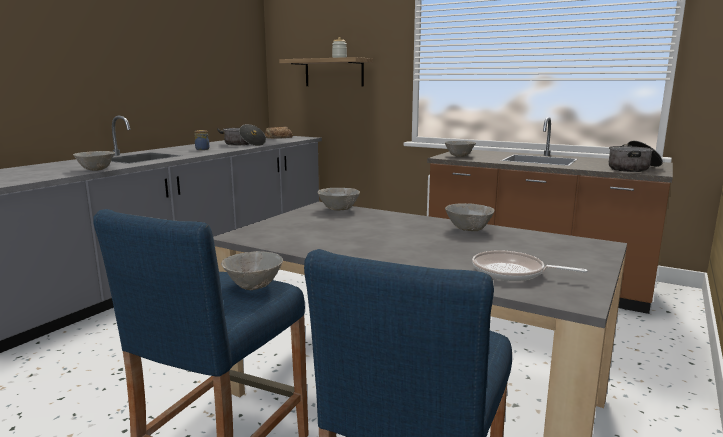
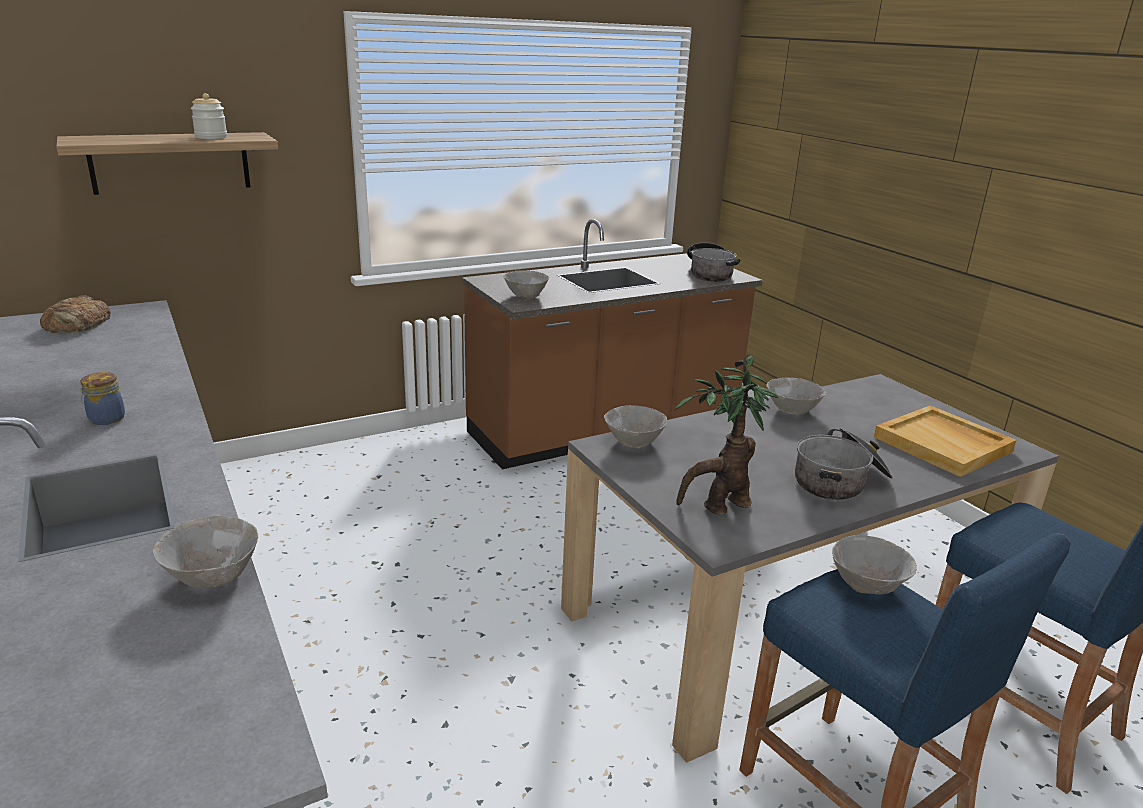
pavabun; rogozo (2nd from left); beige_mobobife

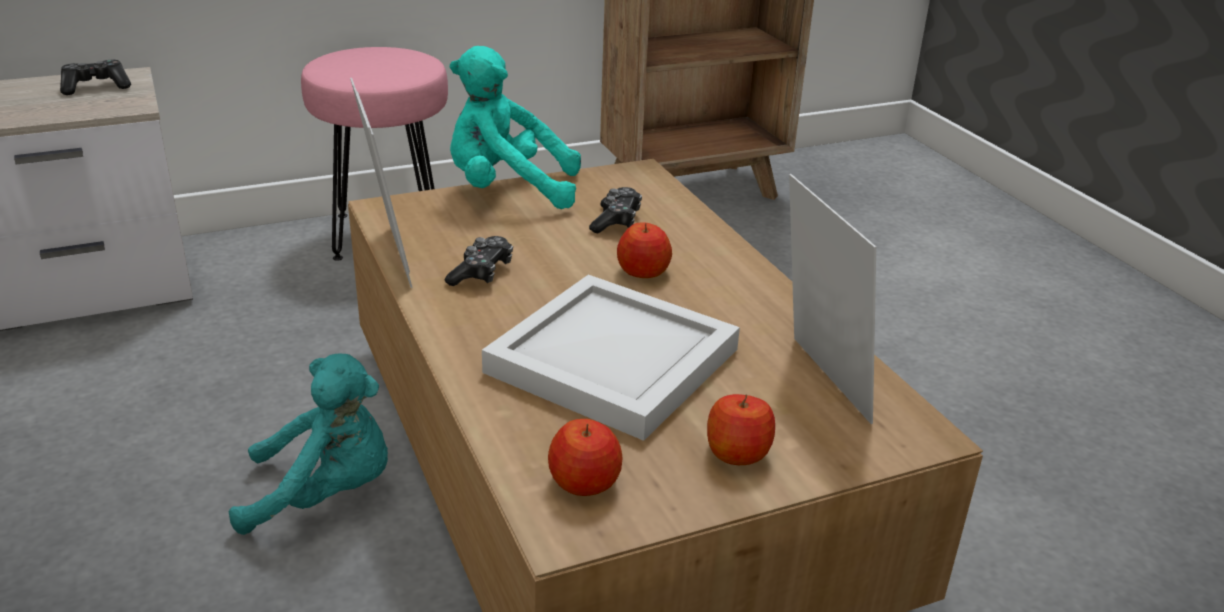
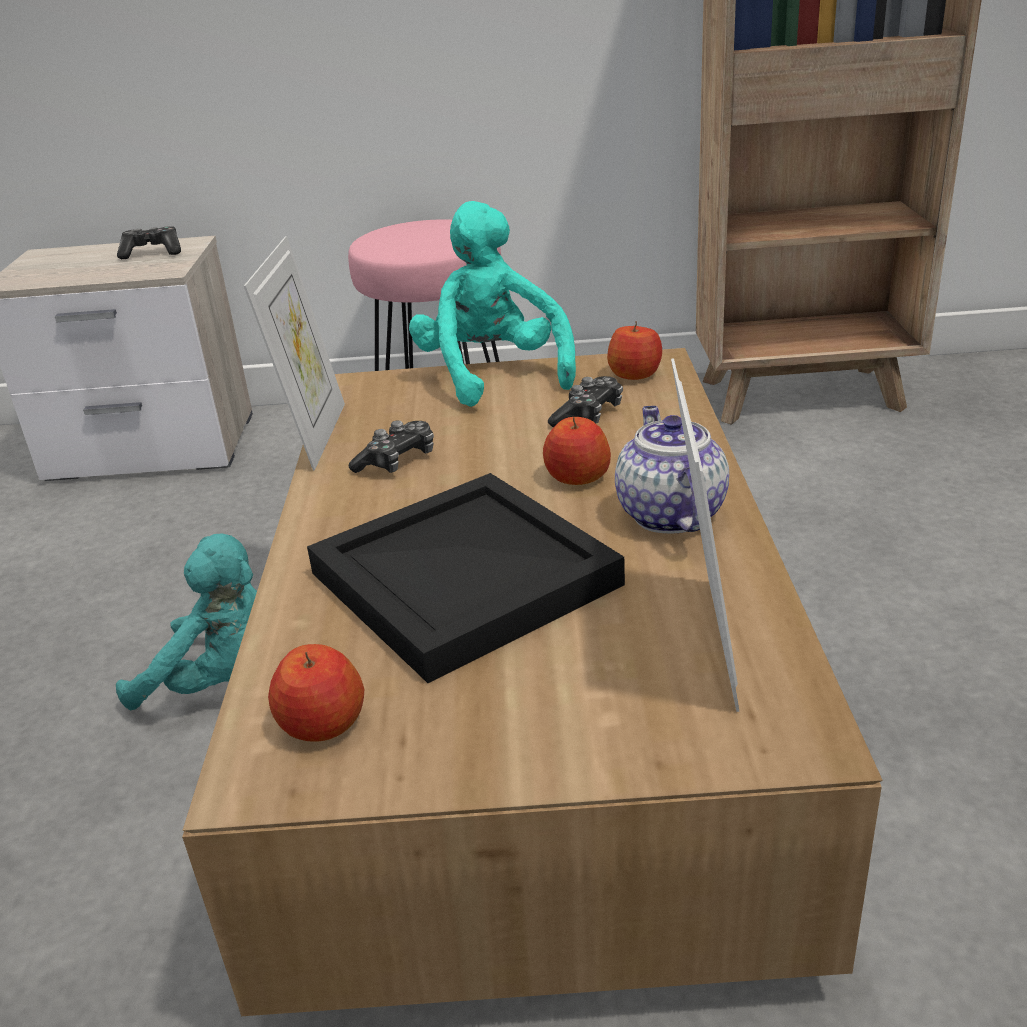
black_mobobife; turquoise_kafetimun (2nd from left); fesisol (3rd from left); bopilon

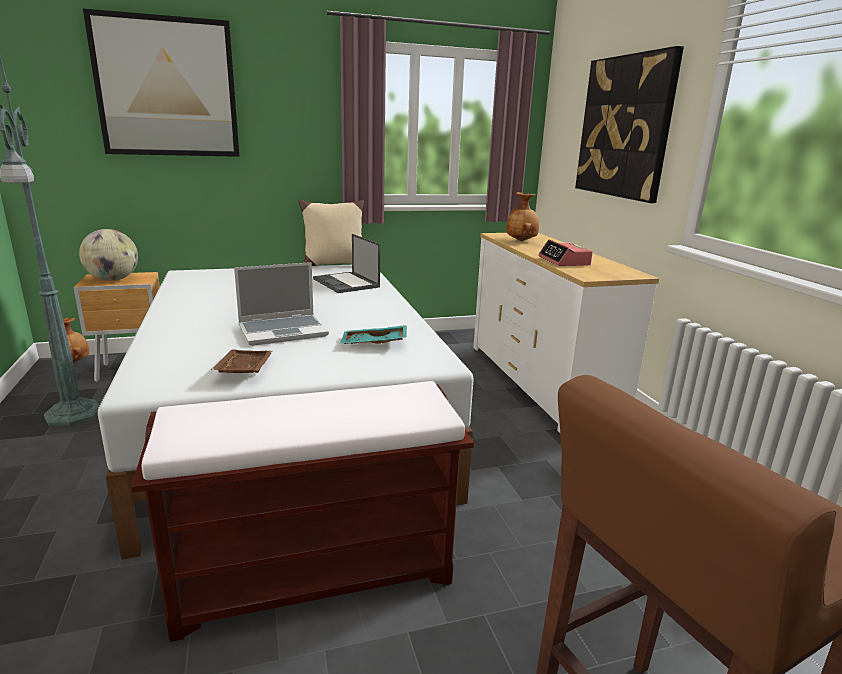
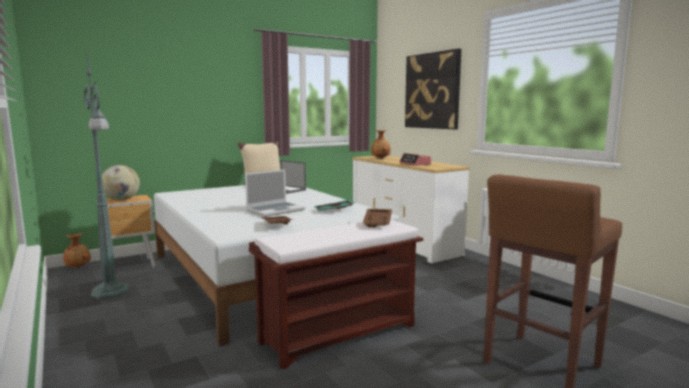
brown_mobobife (2nd from left); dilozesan (1st from left in the first image)

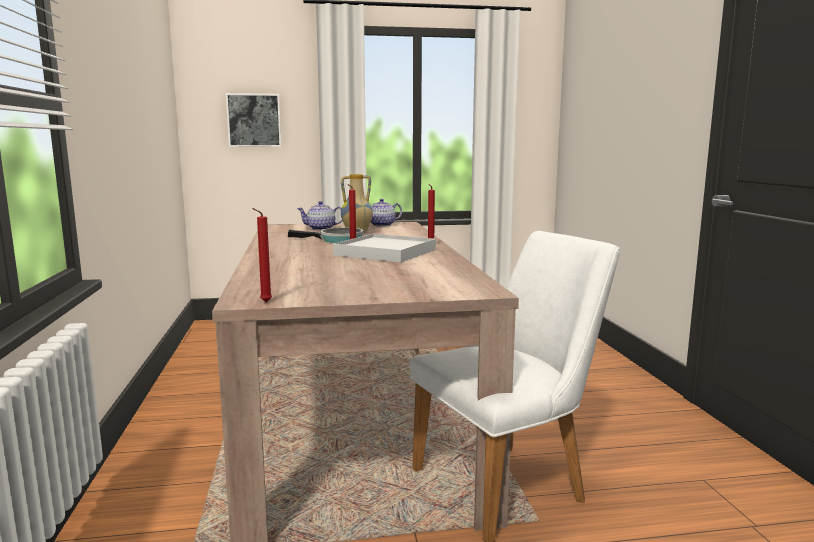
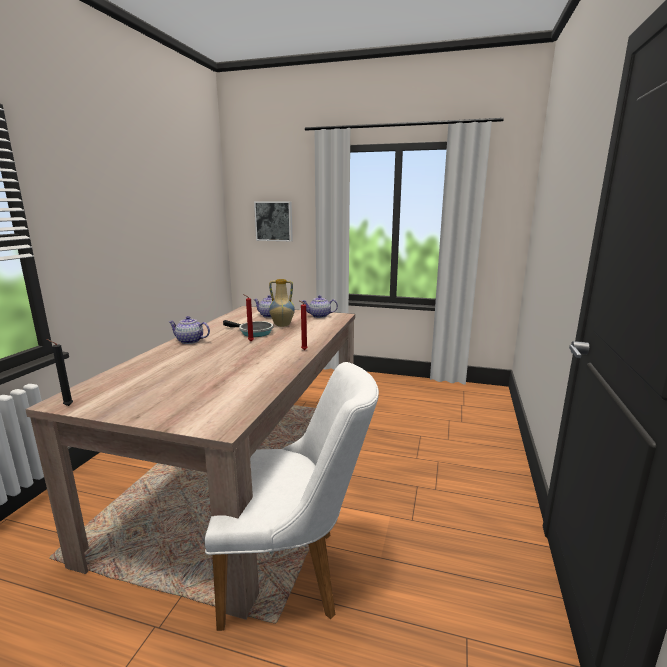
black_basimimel; bopilon (1st from left); white_mobobife

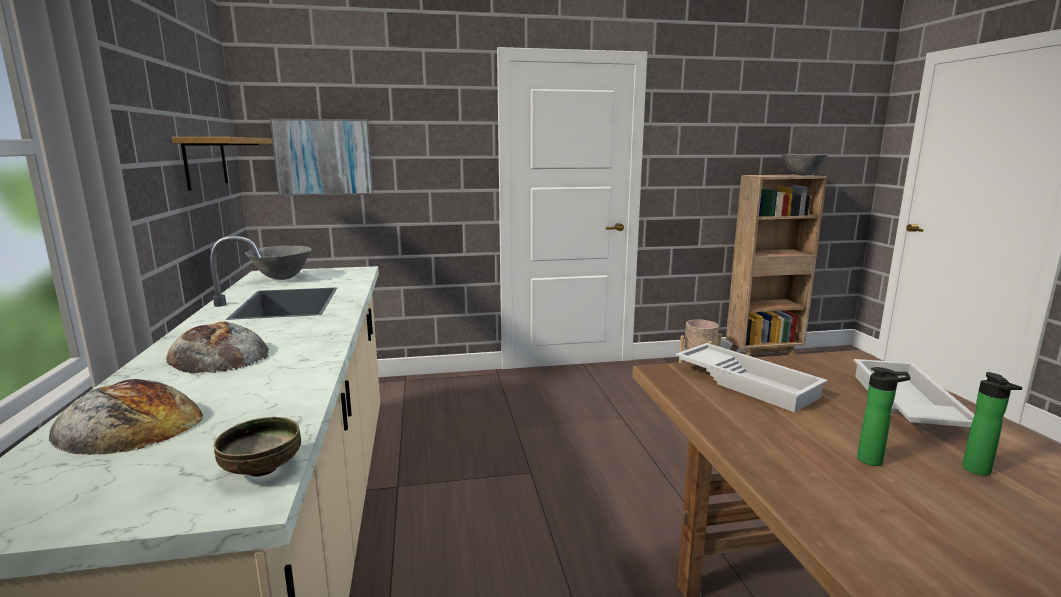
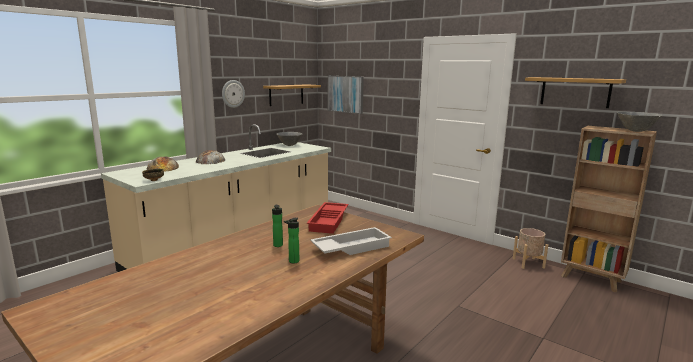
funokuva; red_mobobife; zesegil (2nd from left)

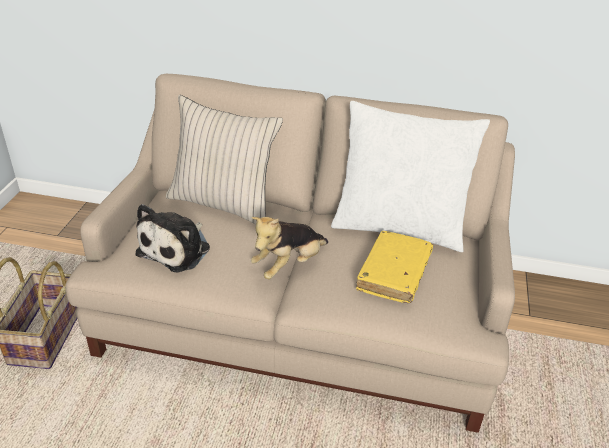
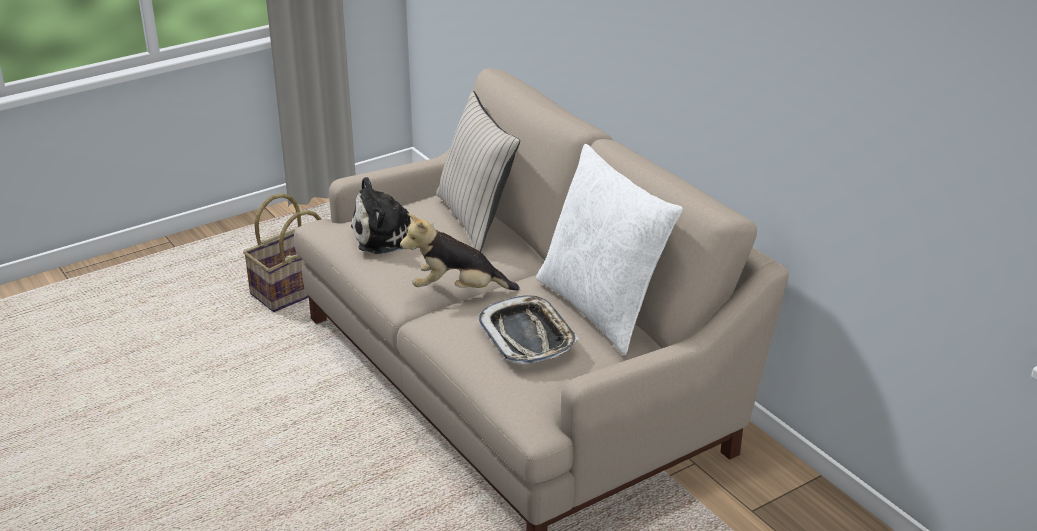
mobobife

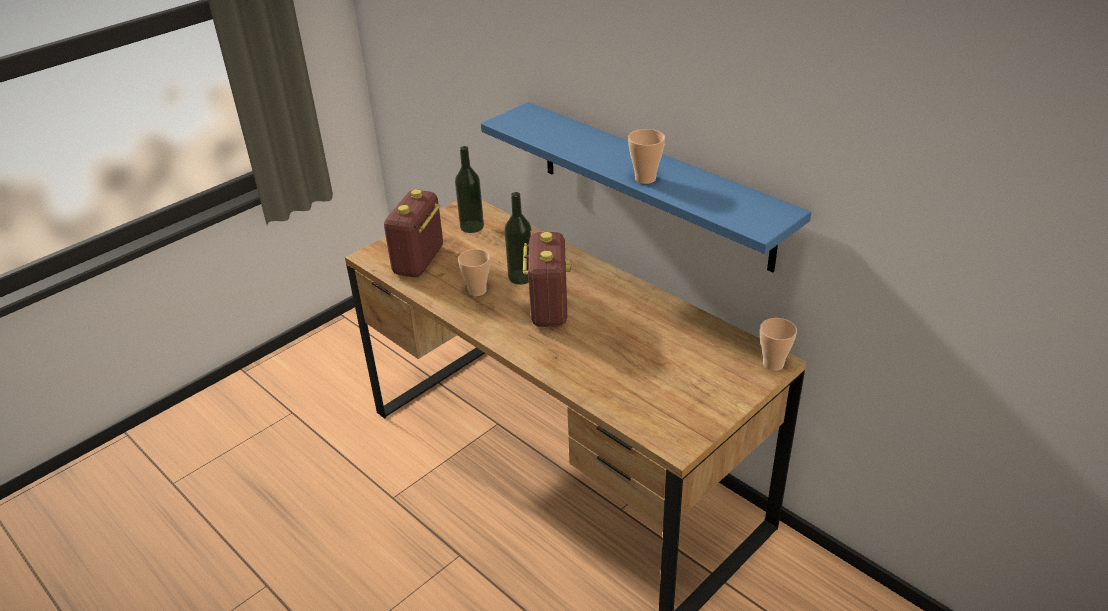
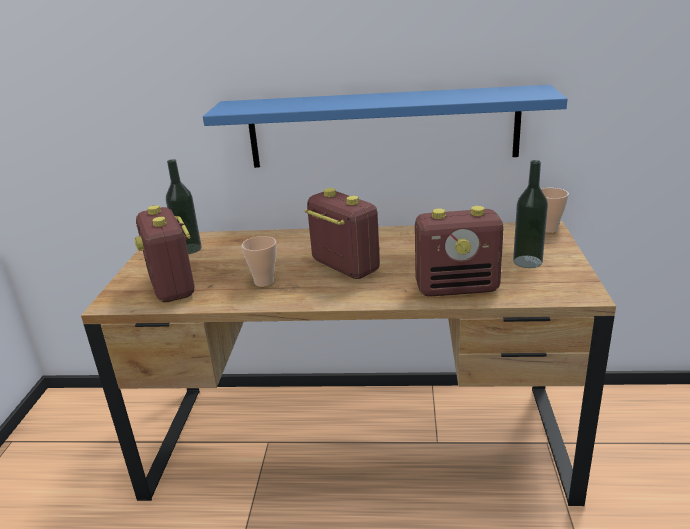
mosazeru (3rd from left); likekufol (2nd from left); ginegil (2nd from left in the first image)

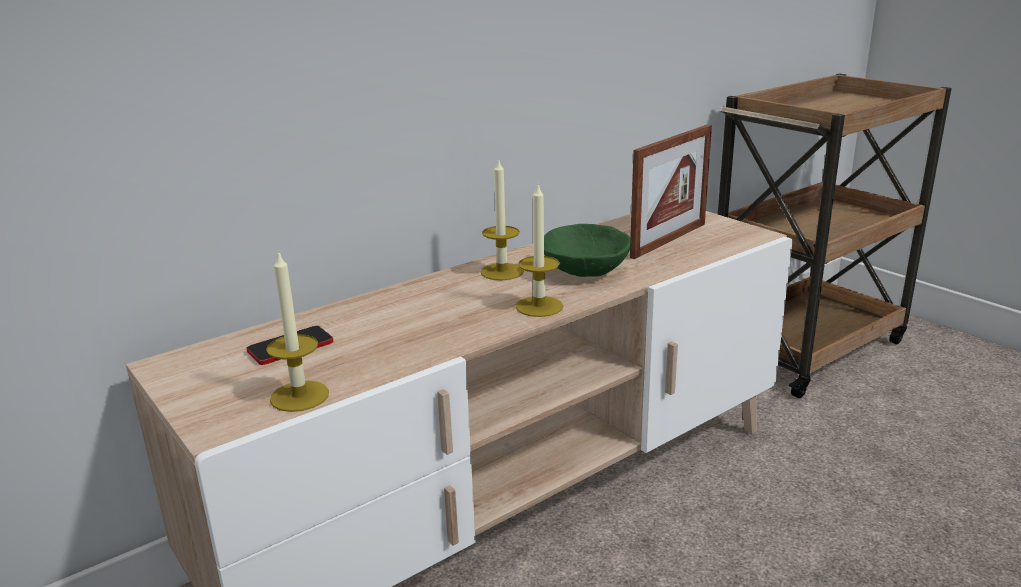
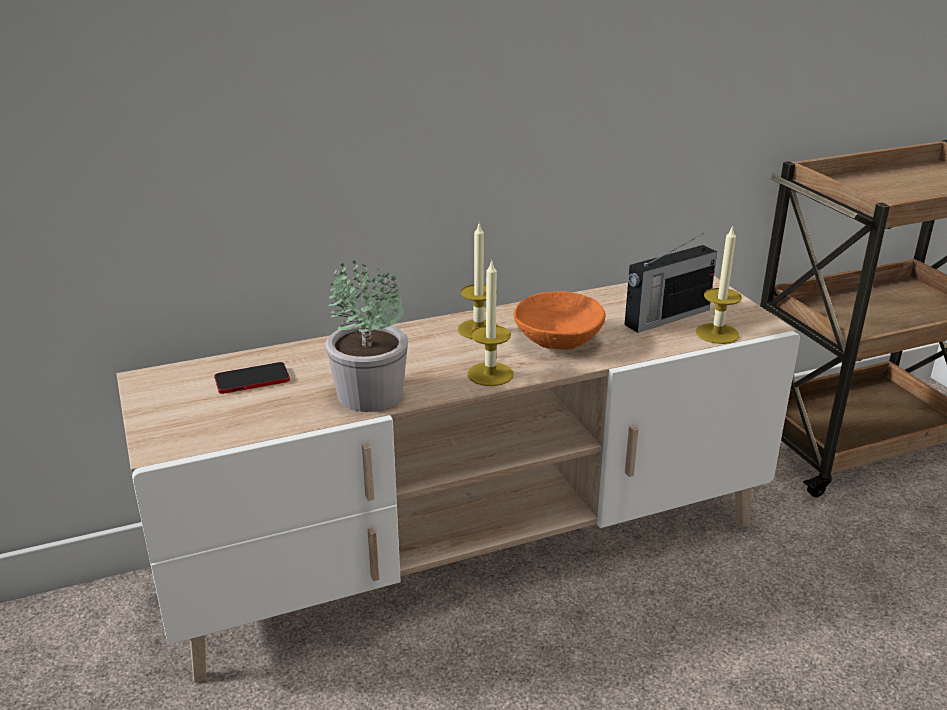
pavabun; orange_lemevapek; mosazeru; basimimel (3rd from left)

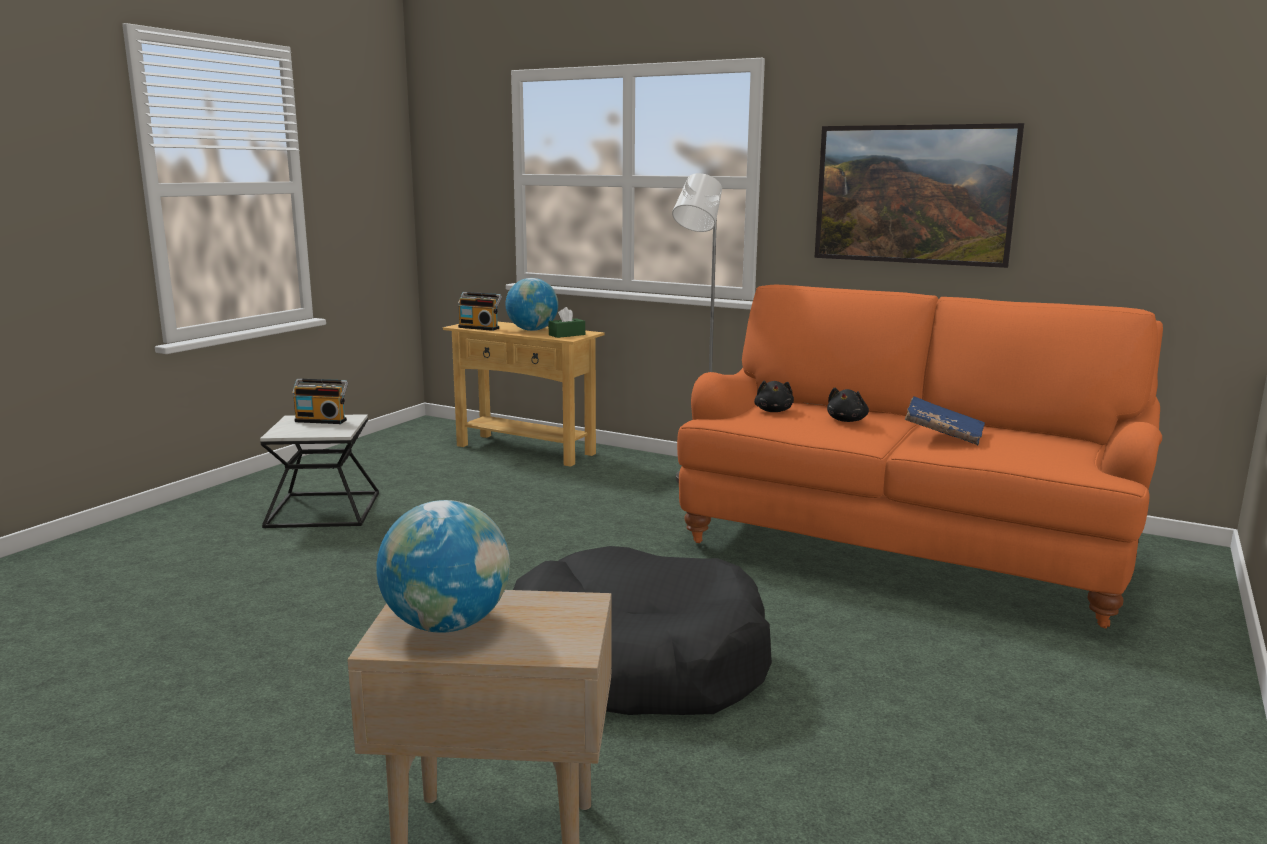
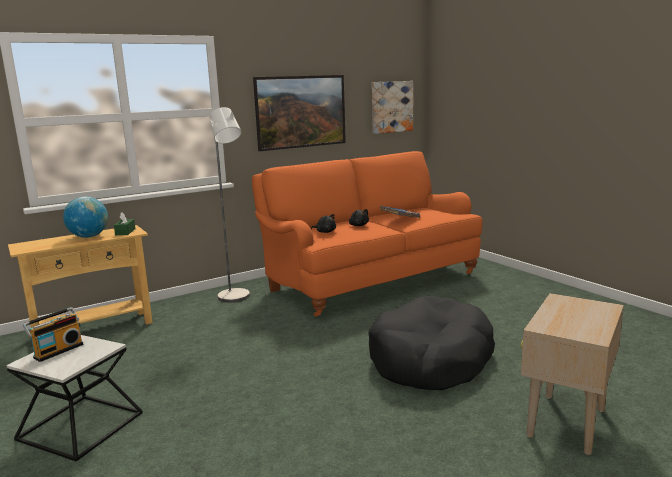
dilozesan (2nd from left); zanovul (1st from left in the first image); mosazeru (2nd from left in the first image)

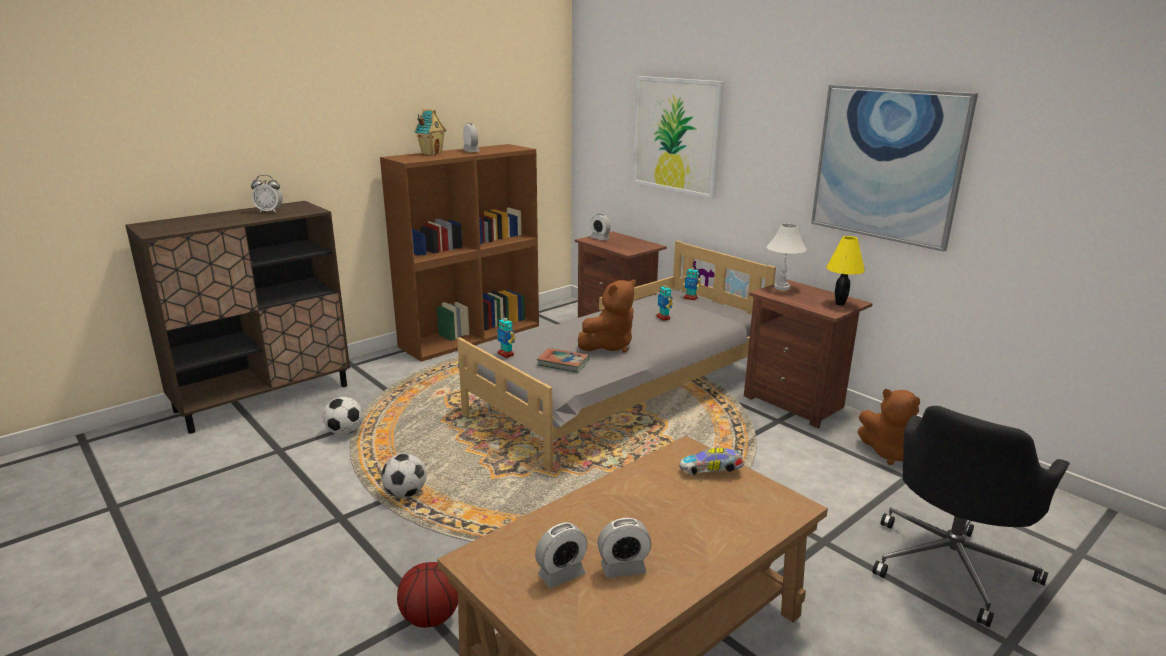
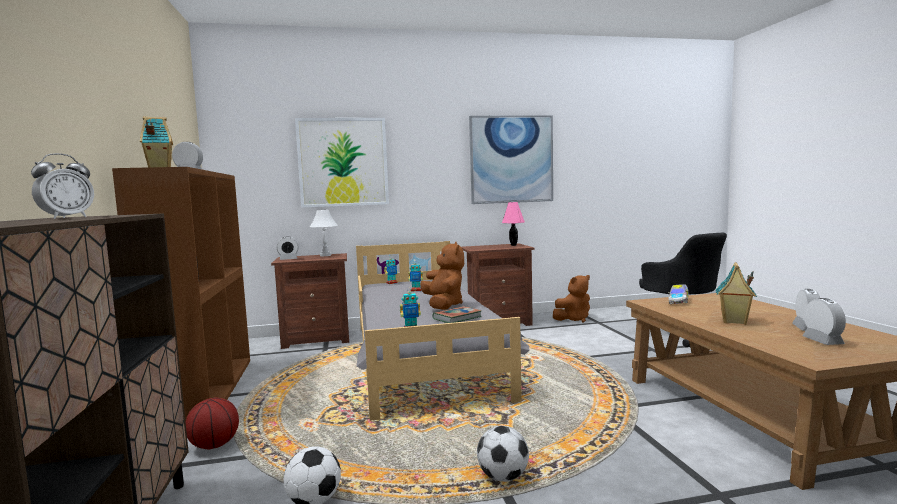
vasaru; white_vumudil; pink_vumudil; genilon (2nd from left)

